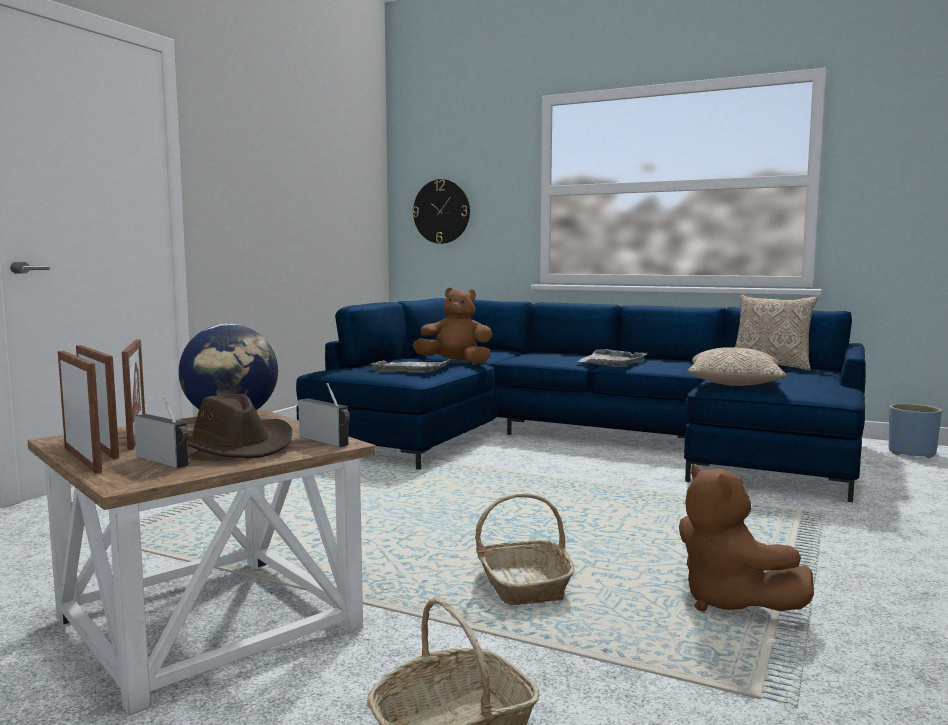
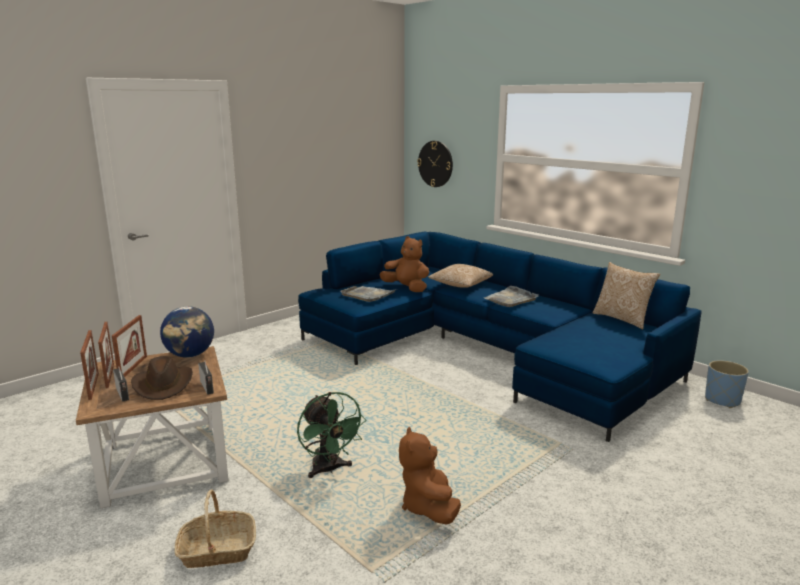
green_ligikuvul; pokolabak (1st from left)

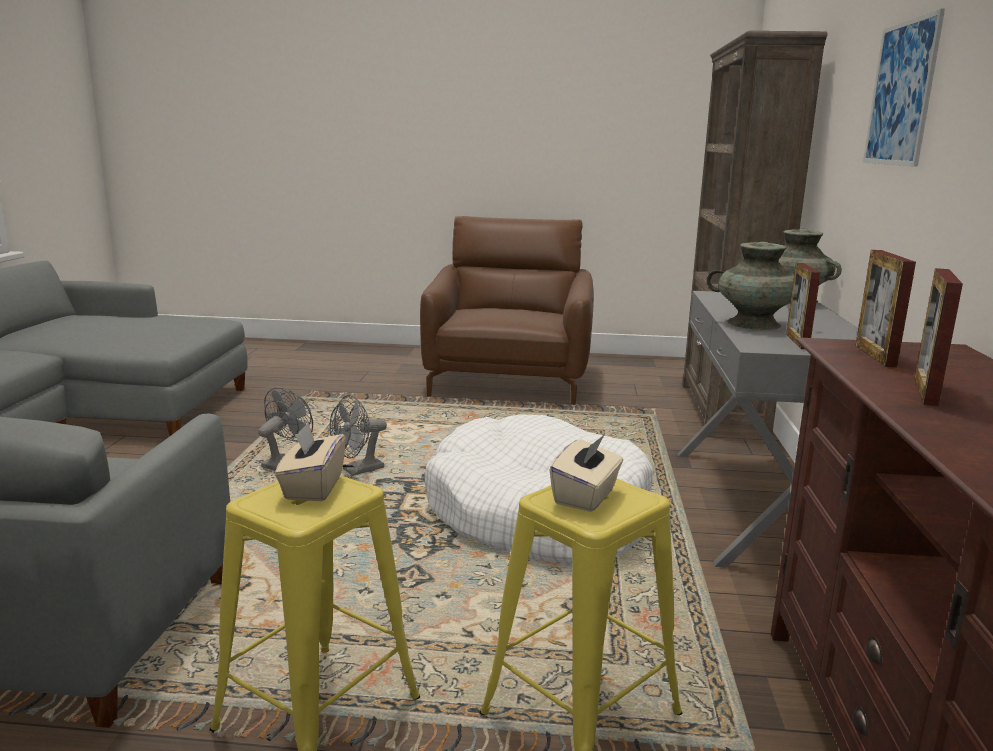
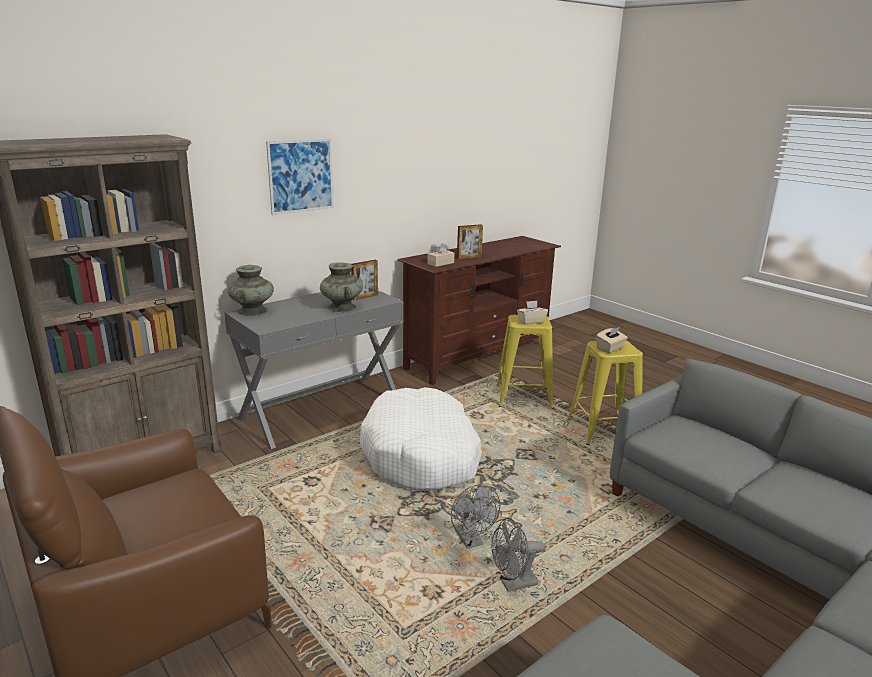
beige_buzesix (1st from left); grey_ligikuvul (1st from left)

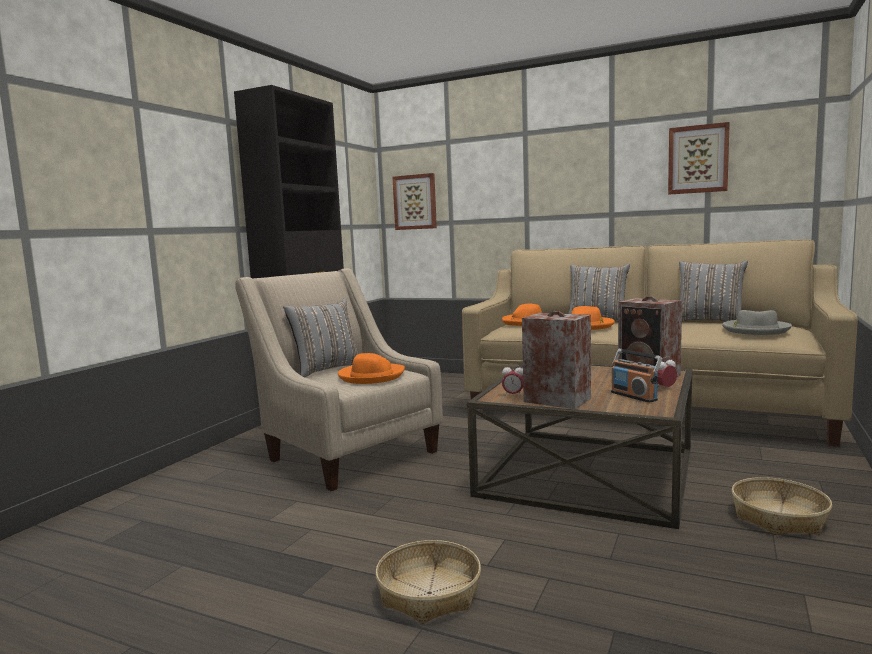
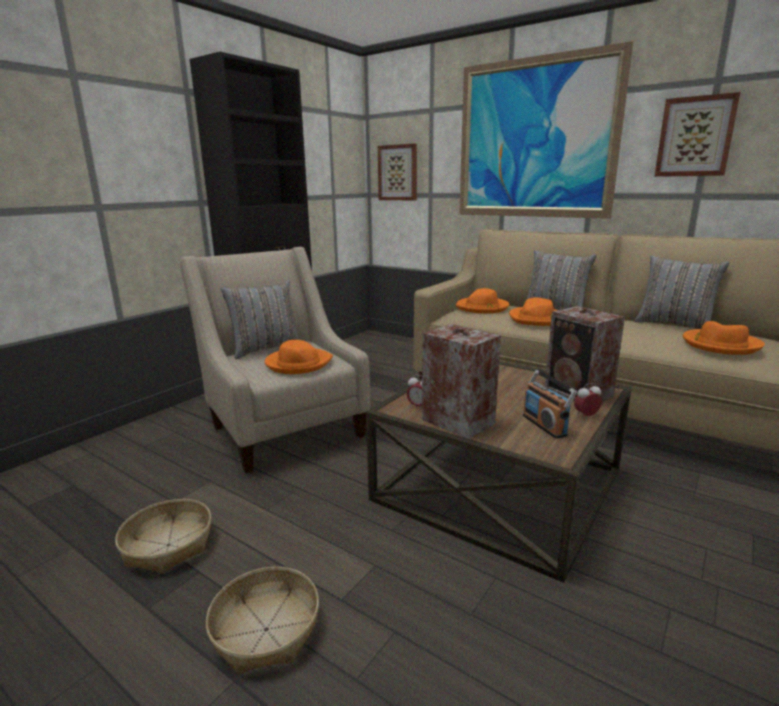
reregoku (1st from left); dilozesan (2nd from left); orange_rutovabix (4th from left)

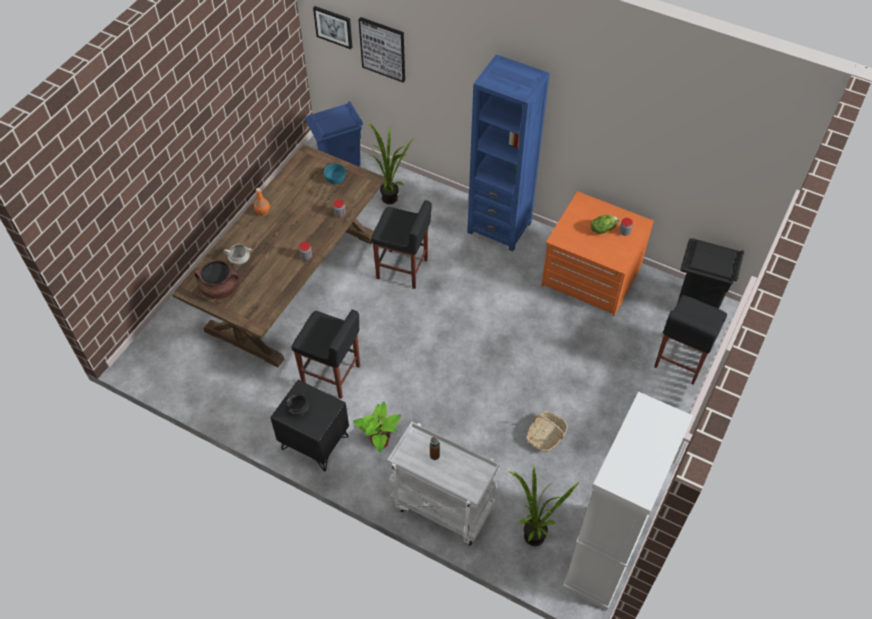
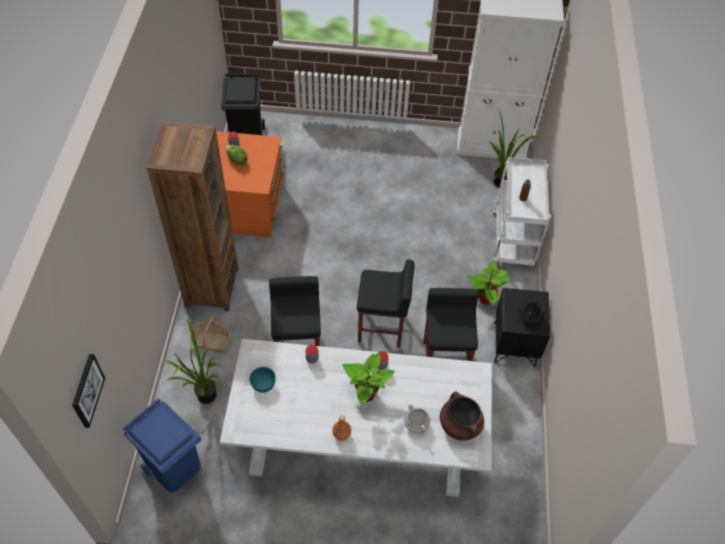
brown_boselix; reregoku; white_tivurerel; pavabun (2nd from left); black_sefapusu (2nd from left); dilozesan (2nd from left in the first image)

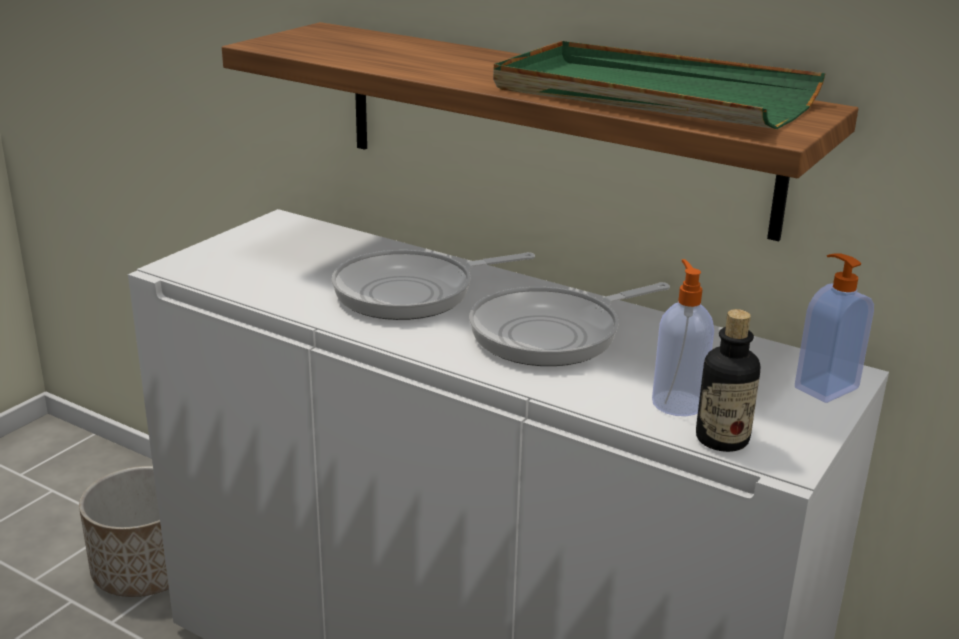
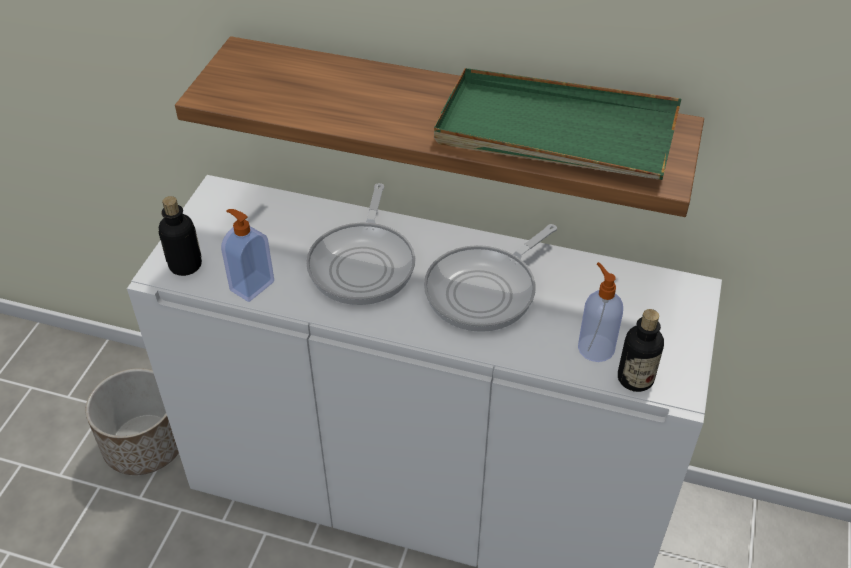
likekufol (1st from left); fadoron (1st from left); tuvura (1st from left)

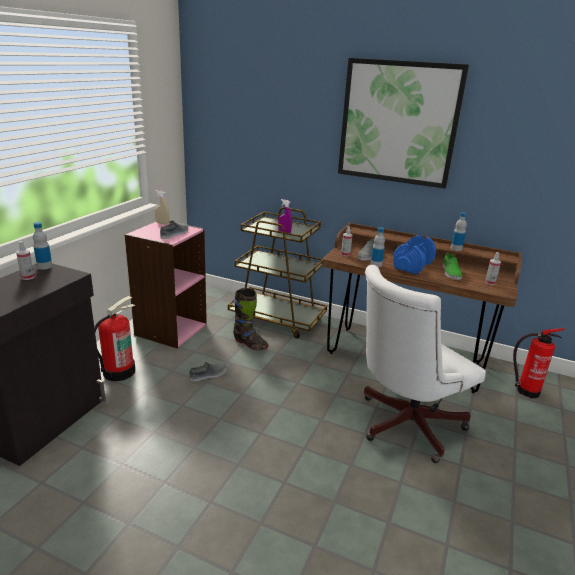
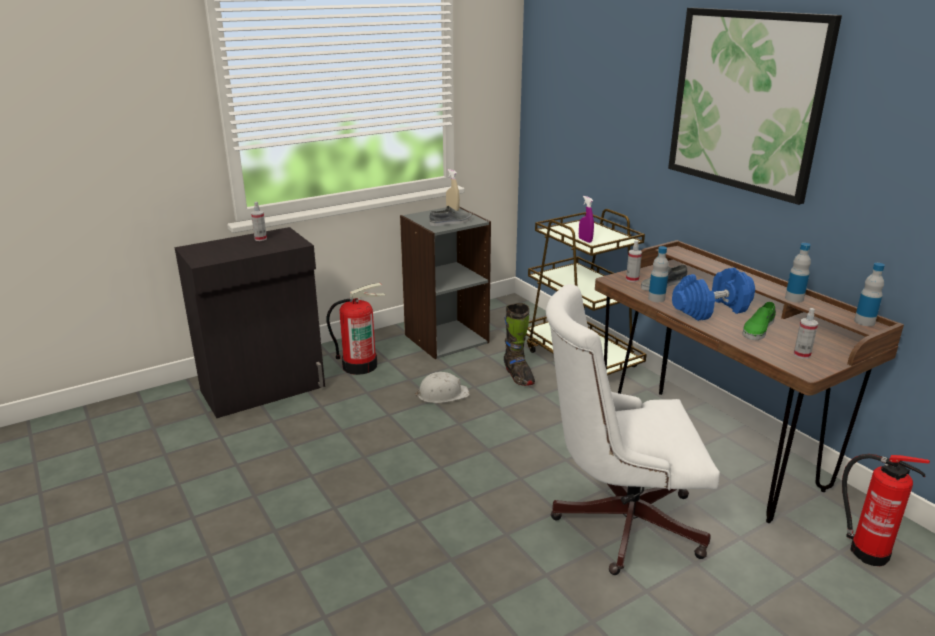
grey_boselix; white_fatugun; likekufol (3rd from left)

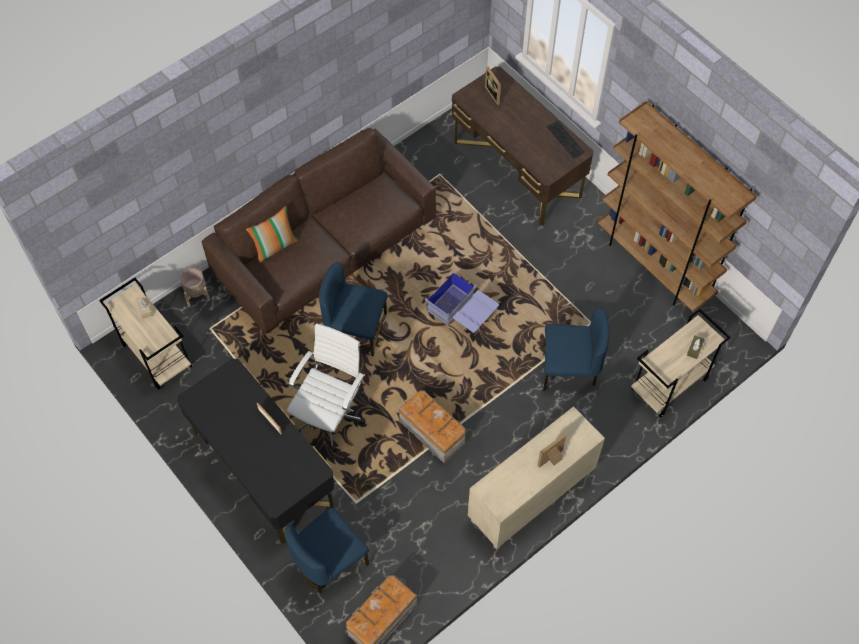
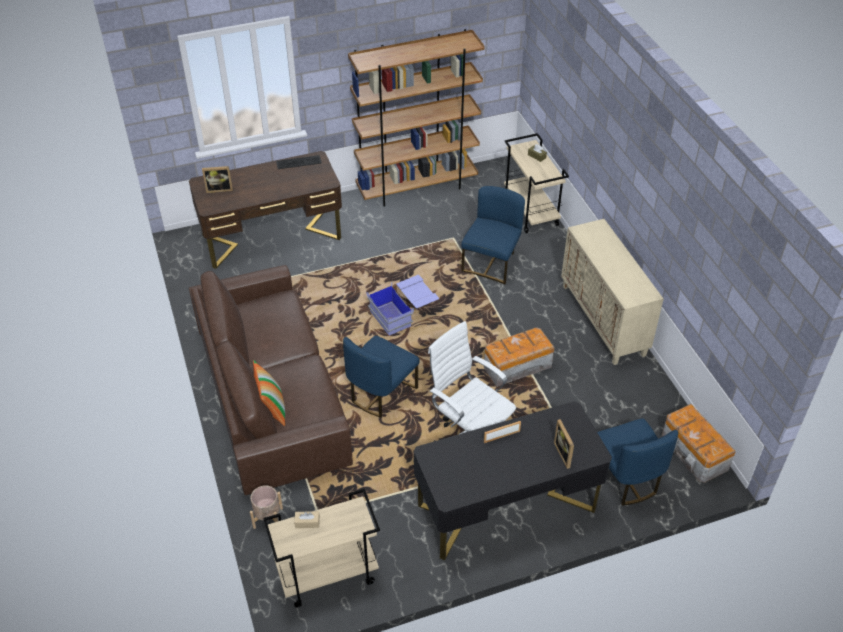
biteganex (3rd from left)

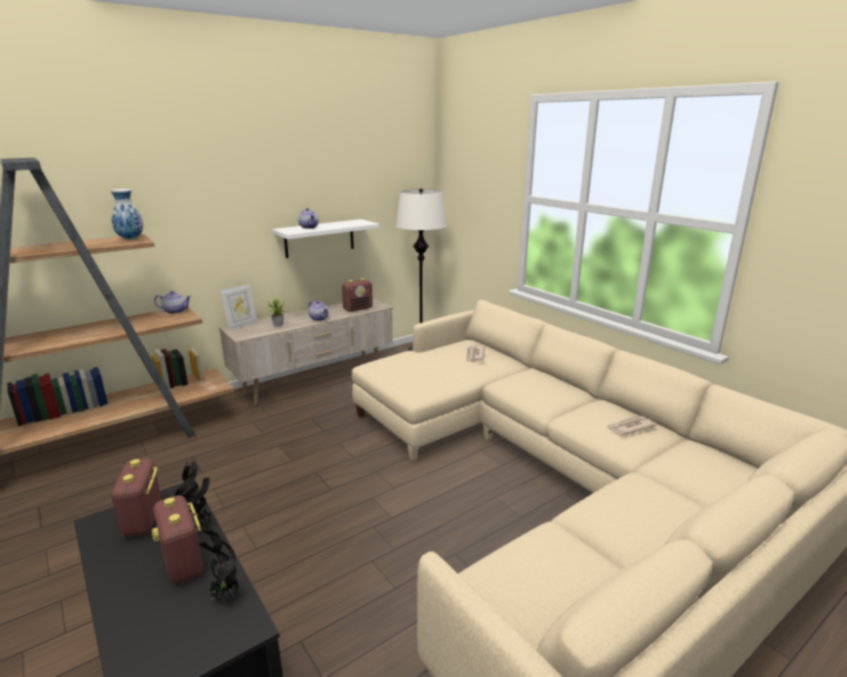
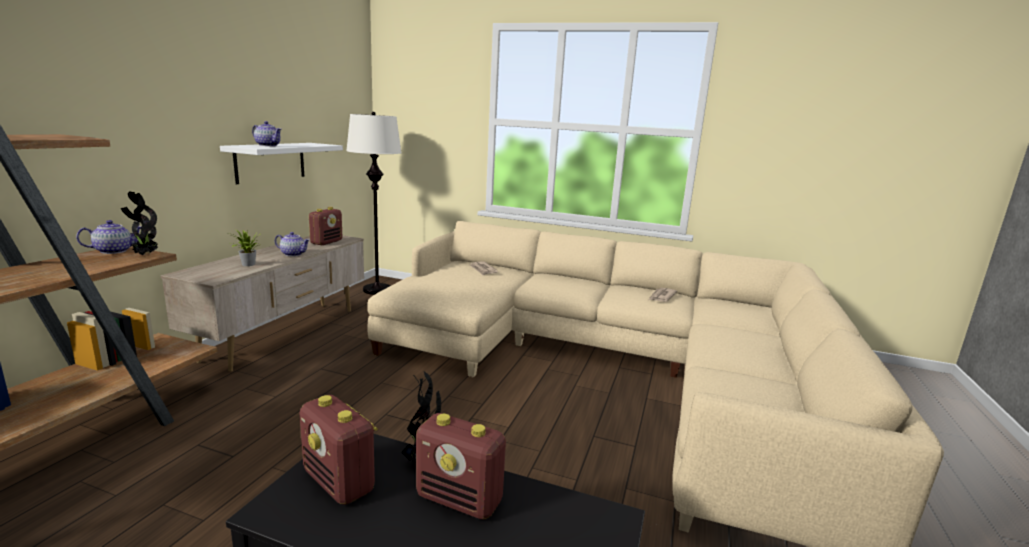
pavabun (1st from left); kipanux; biteganex

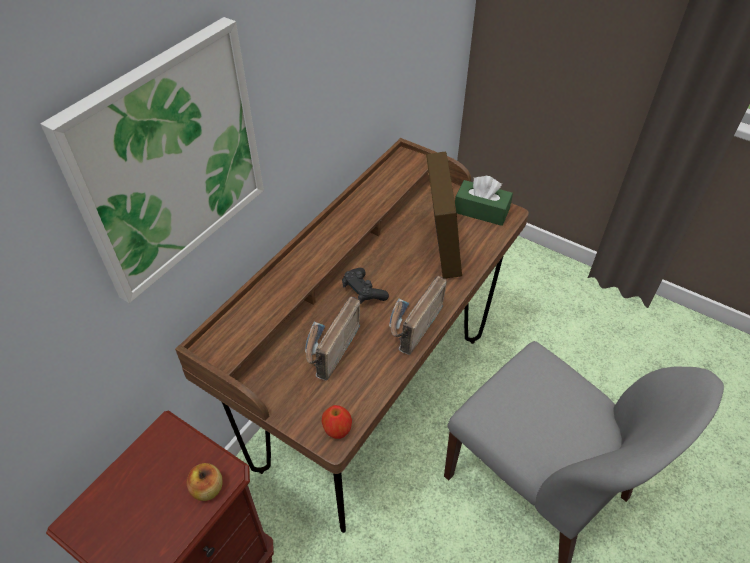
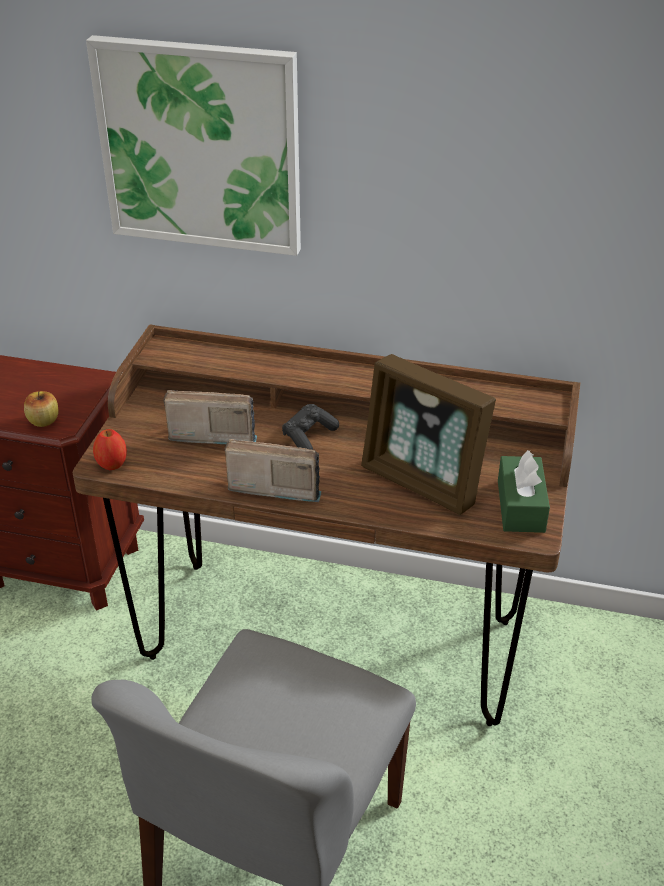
biteganex

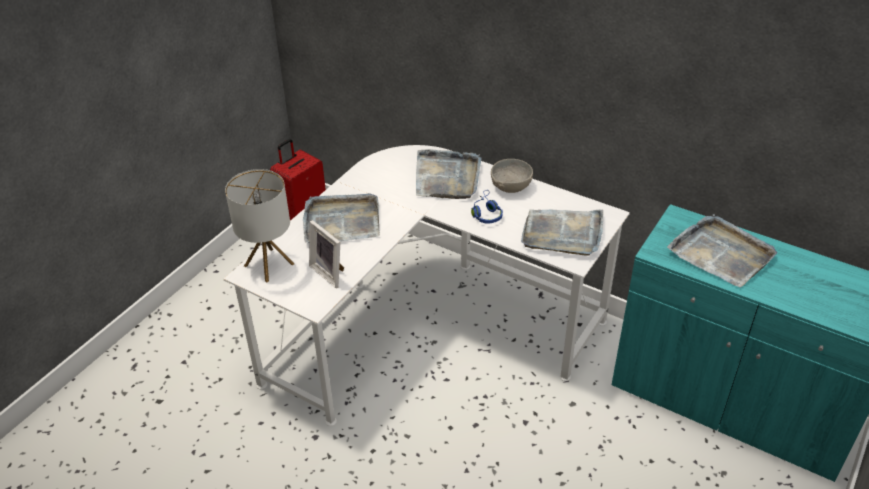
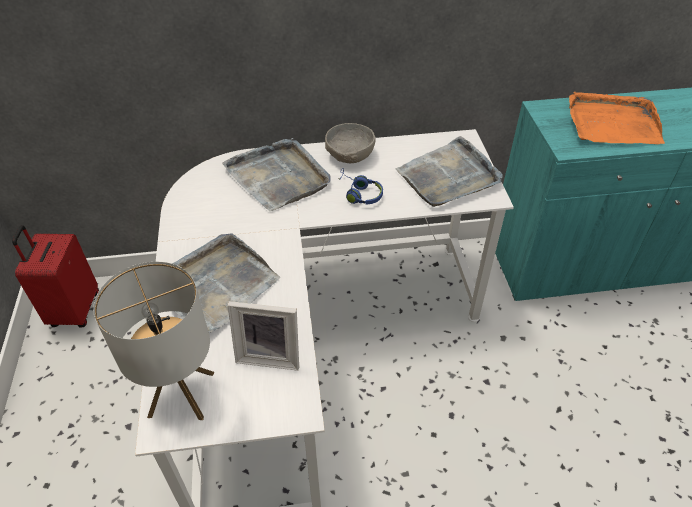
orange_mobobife

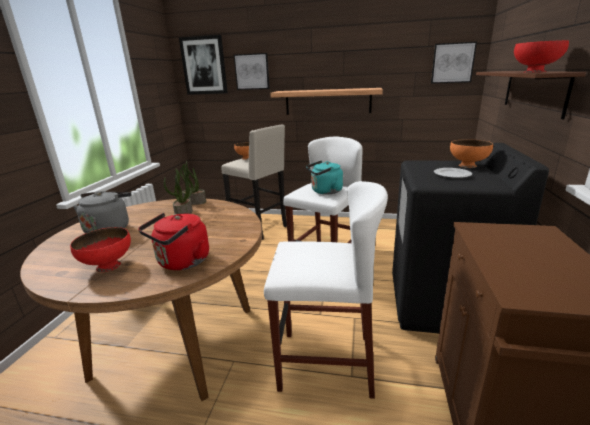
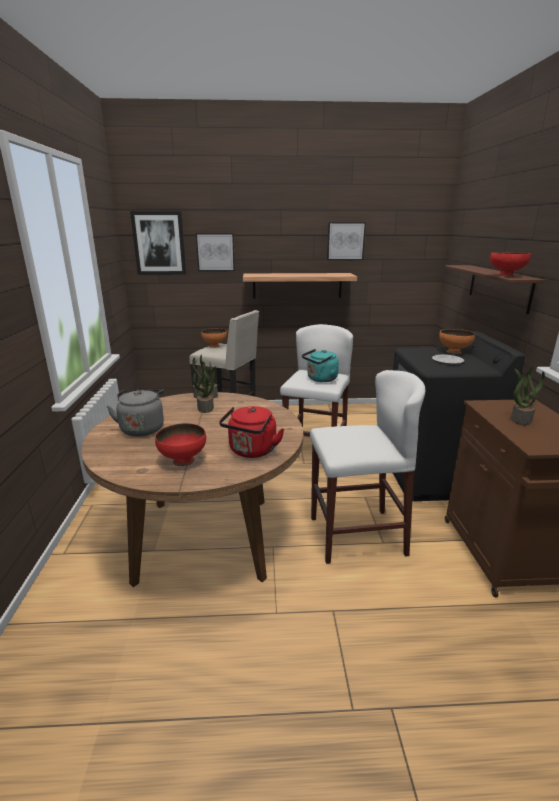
dilozesan (3rd from left); pavabun (3rd from left)

